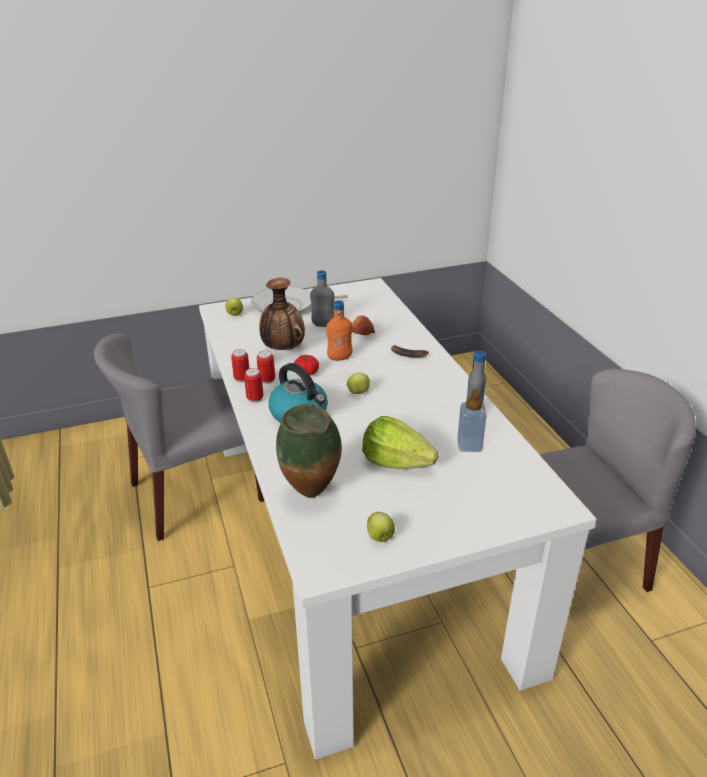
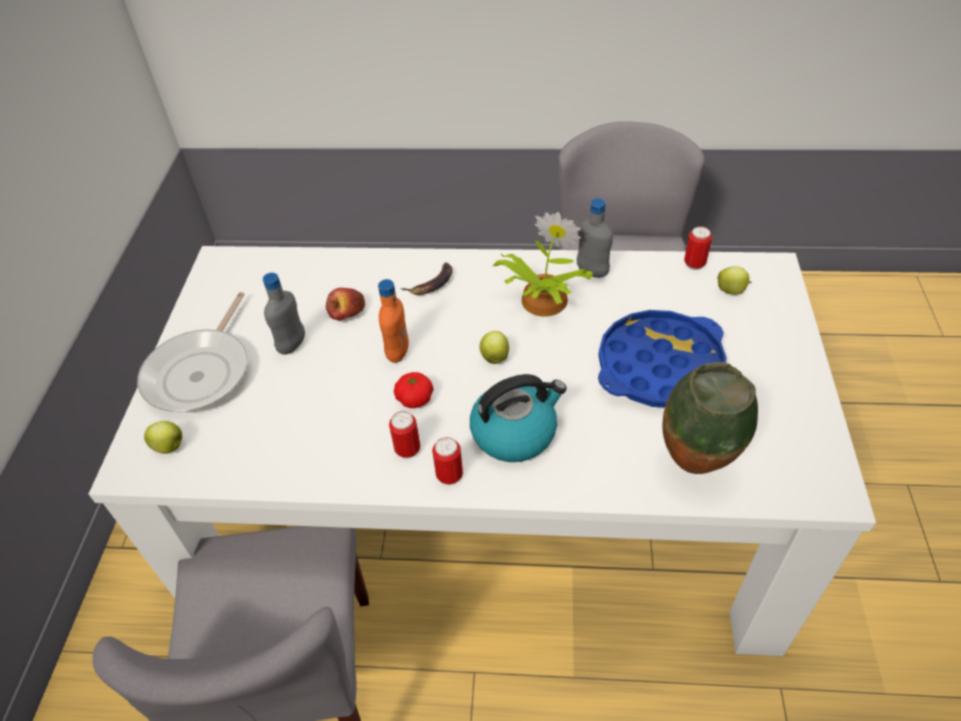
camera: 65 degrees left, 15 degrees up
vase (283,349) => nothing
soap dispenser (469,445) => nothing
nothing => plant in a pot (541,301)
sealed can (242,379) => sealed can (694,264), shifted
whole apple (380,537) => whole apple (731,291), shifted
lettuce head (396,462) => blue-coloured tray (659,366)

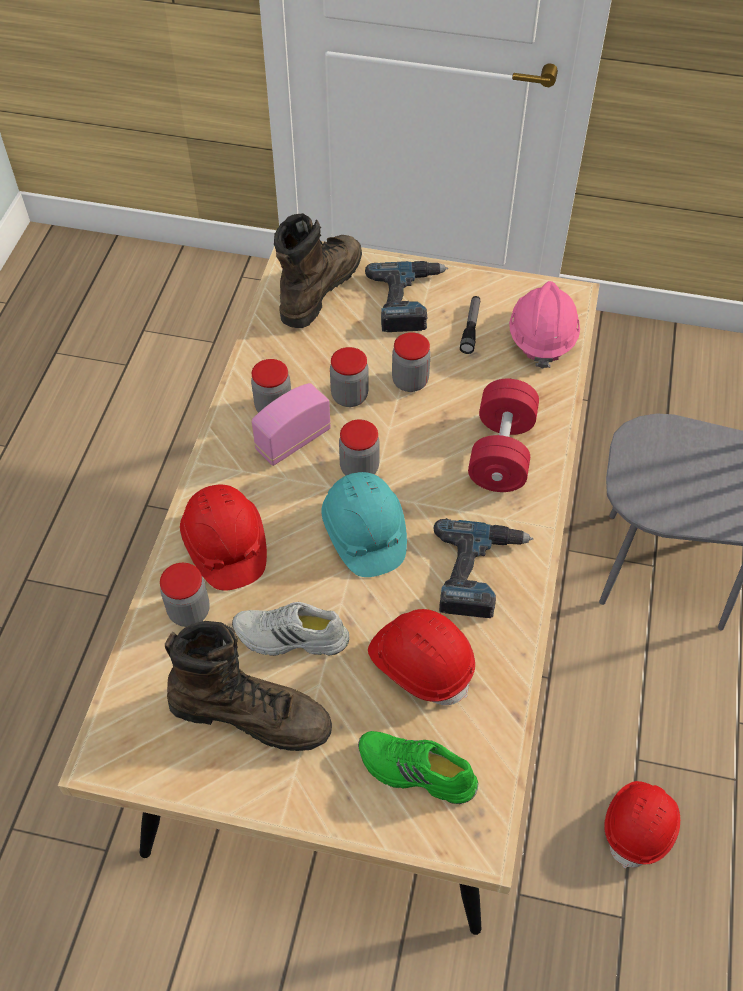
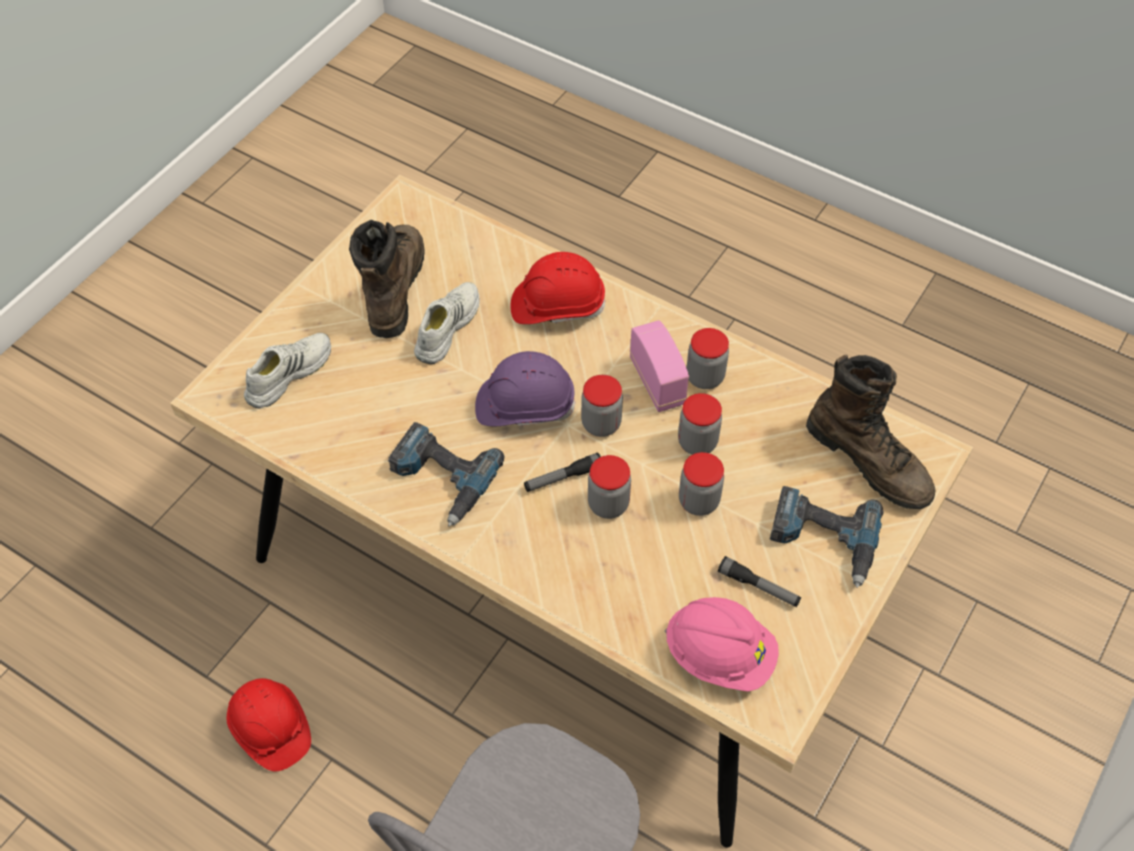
camera: 110 degrees right, 0 degrees up
red safety helmet (421,663) => nothing
red dumbbell (501,452) => nothing
nothing => hand torch (563,478)
jar (189,611) => jar (608,504), shifted
turquoise safety helmet (364,534) => purple safety helmet (524,405)
greenish item of footwear (415,772) => white item of footwear (288,373)
brown-coloured high-top boot (251,713) => brown-coloured high-top boot (393,287), 150 degrees clockwise

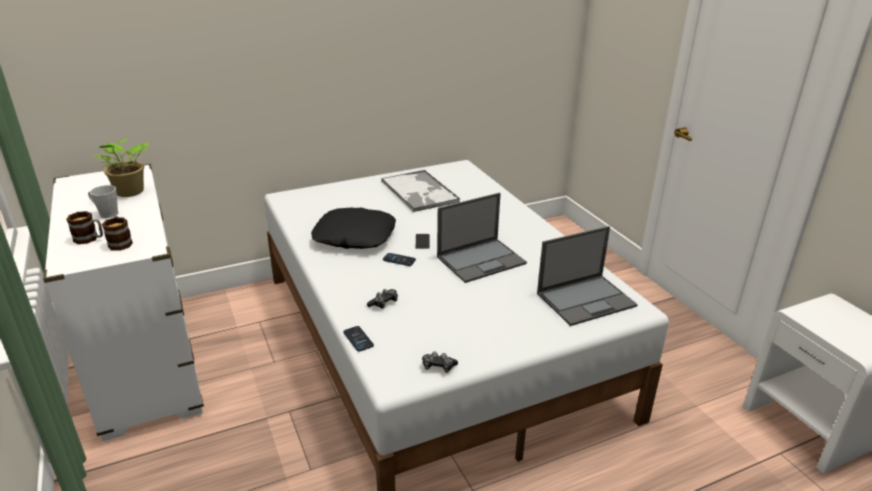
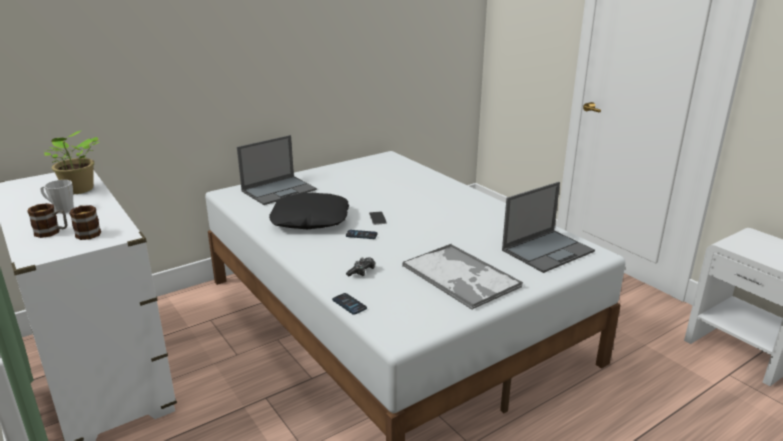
camera: 10 degrees left, 5 degrees down
joypad (438,367) => nothing
tray (420,192) => tray (461,277), shifted
notebook computer (482,260) => notebook computer (279,190), shifted

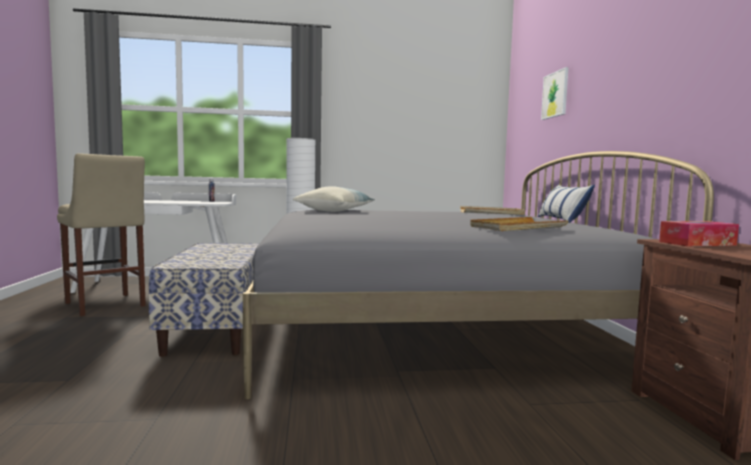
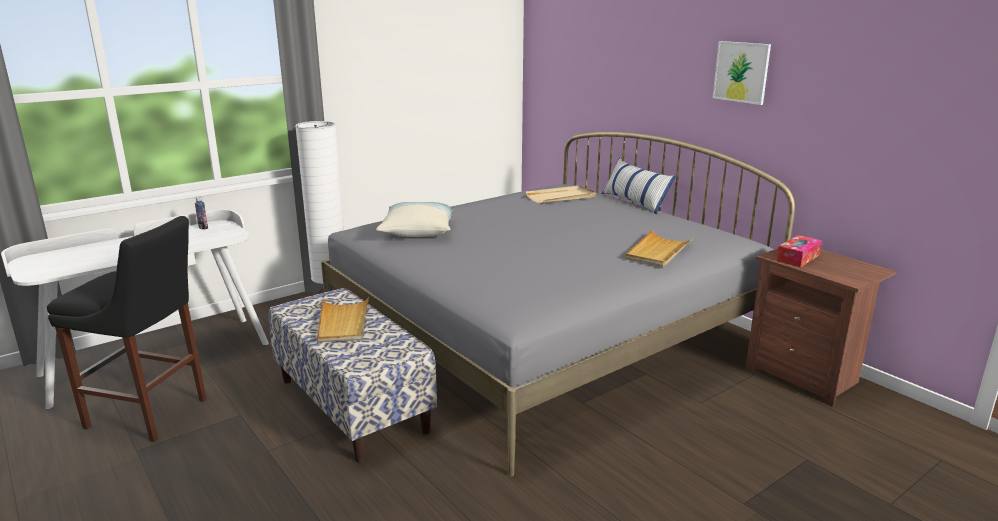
camera: 30 degrees left, 15 degrees up
nothing => beige tray (343,323)
wall art (555,94) => wall art (741,72), shifted
beige stool seat (105,305) => blackish stool seat (151,414)

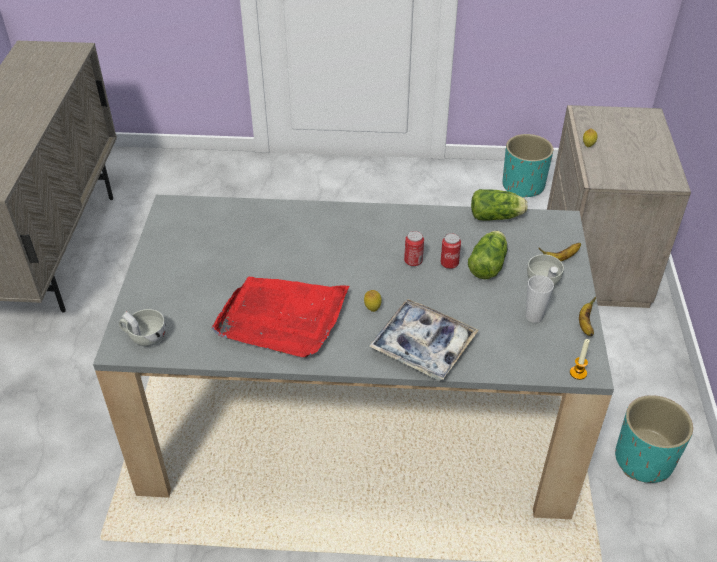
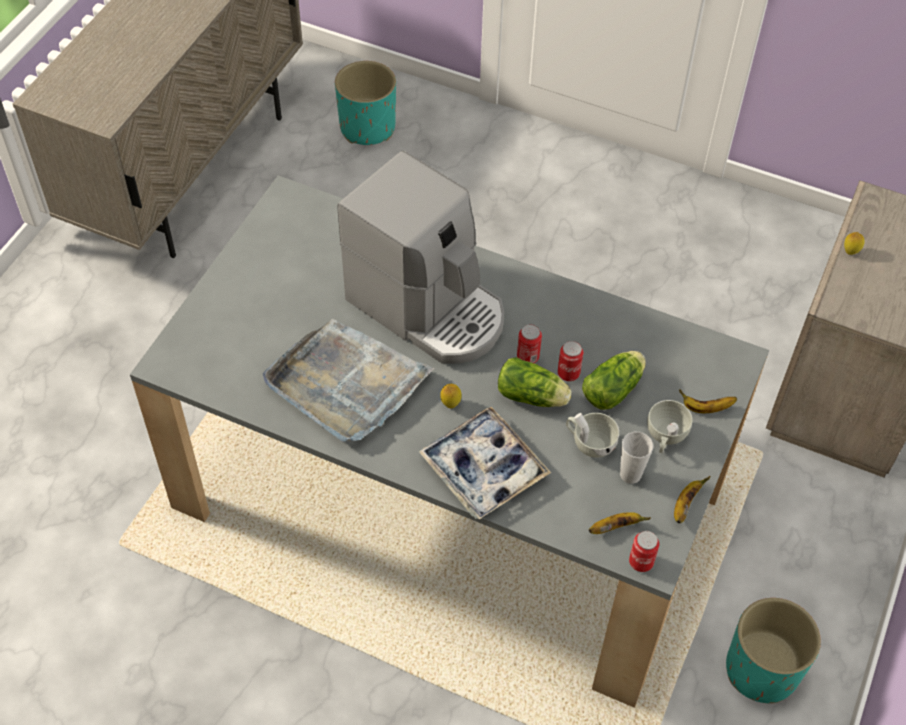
camera: 20 degrees right, 10 degrees up
nothing => coffee maker (429,308)
nothing => banana (615,527)
white small cup (144,337) => white small cup (589,443), shifted
lettuce head (497,216) => lettuce head (533,397), shifted
turquoise plant pot (523,186) => turquoise plant pot (367,128), shifted
wax candle (578,373) => sealed can (641,562)
red tray (282,318) => gray tray (346,383)

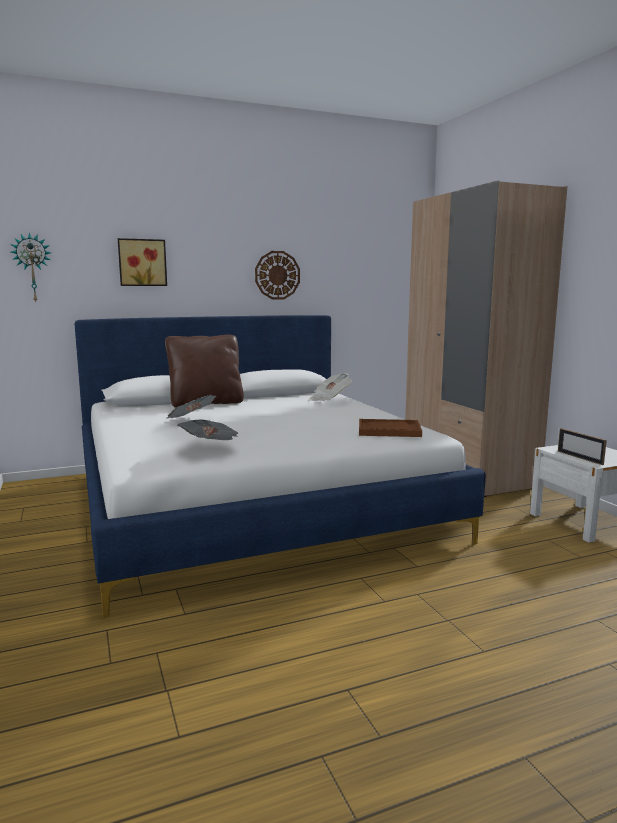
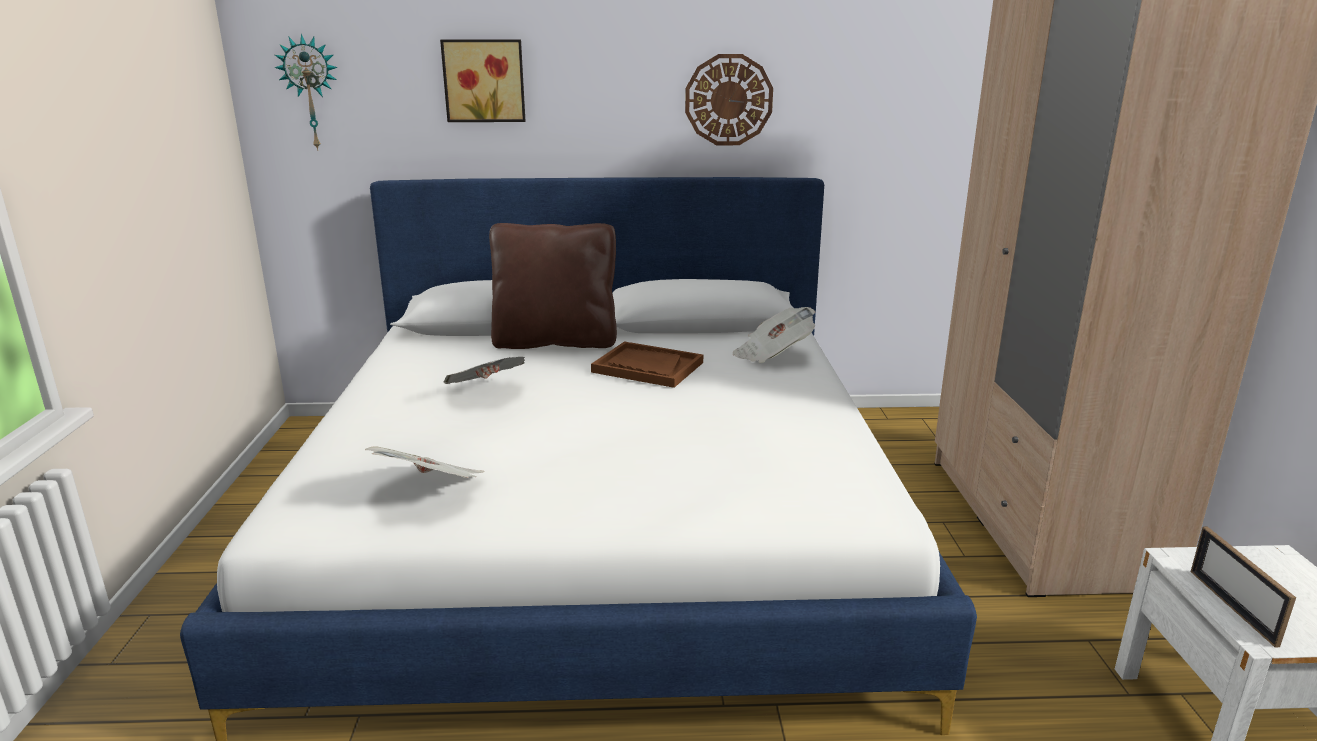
camera: 20 degrees right, 10 degrees up
brown-coloured tray (389,430) => brown-coloured tray (647,367), shifted

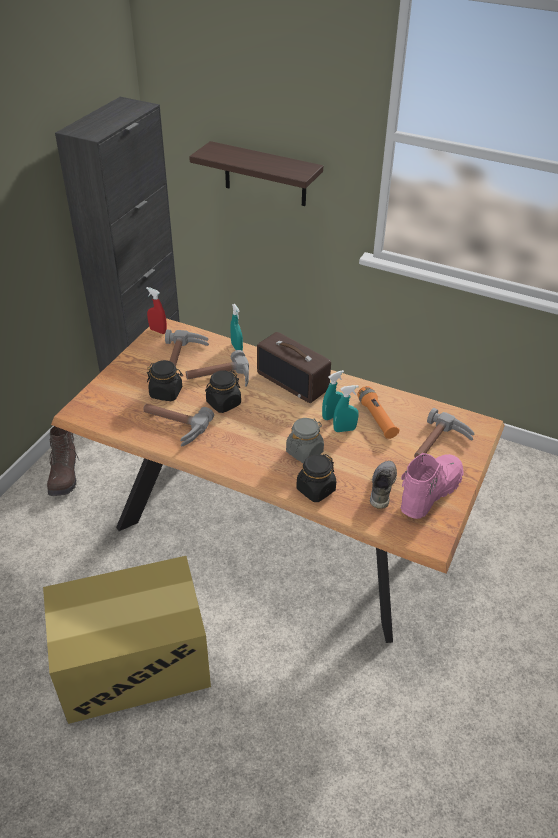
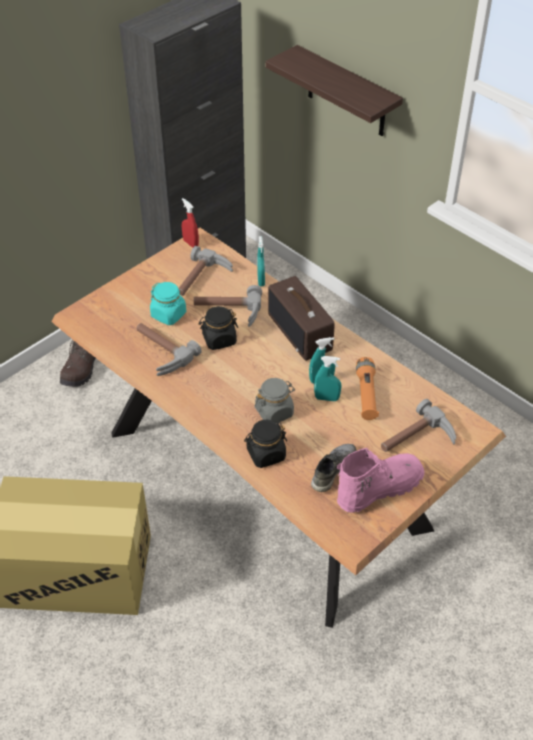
camera: 20 degrees right, 5 degrees up
blackish jar (166,393) => turquoise jar (169,314)

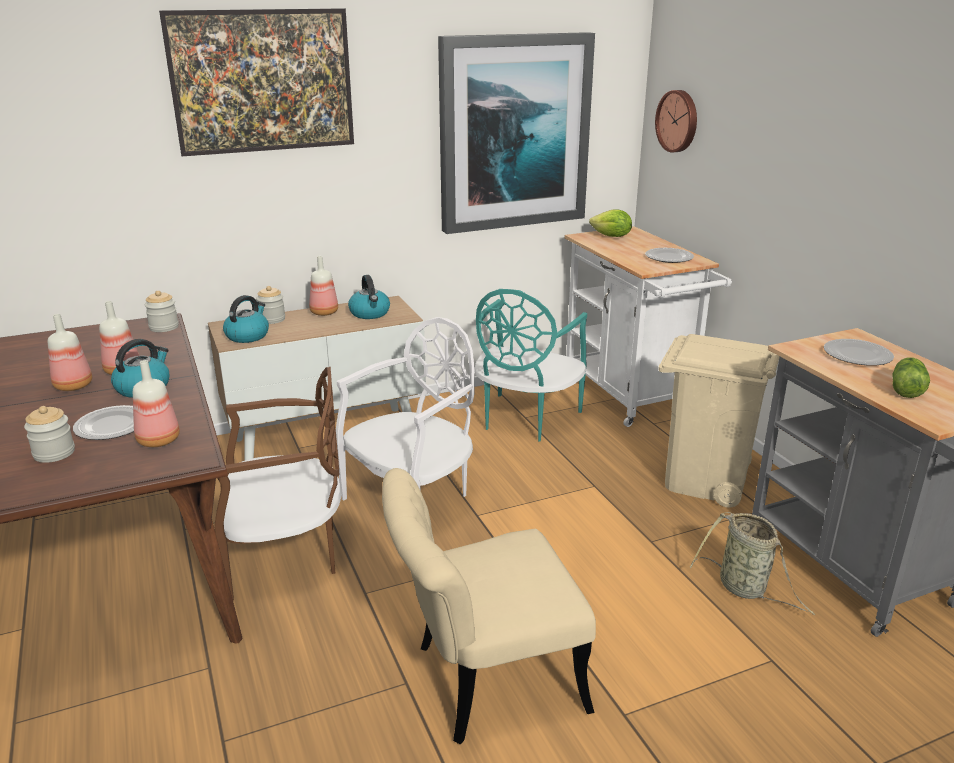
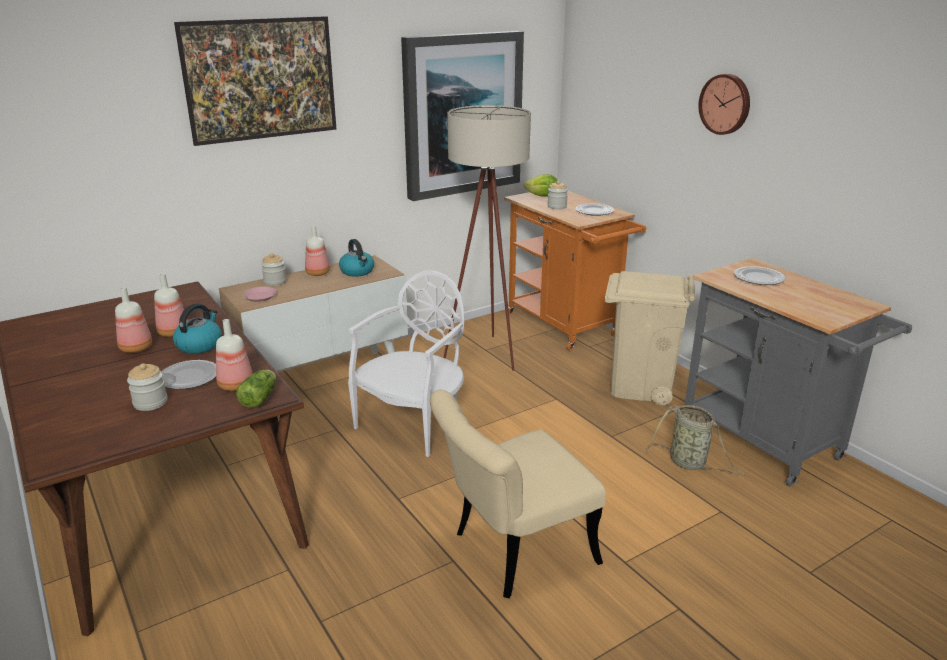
camera: 10 degrees left, 0 degrees up
brown-coloured plain chair (286,556) => nothing
jar (164,327) => jar (557,207), shifted
wall clock (678,121) => wall clock (726,104), shifted
lettuce head (906,389) => lettuce head (260,398), shifted
water kettle (247,335) => pink-coloured flat dish (260,297)
turquoise plain chair (525,419) => beige standing lamp (486,351)
white wheeled cart (631,397) => orange wheeled cart (566,327)

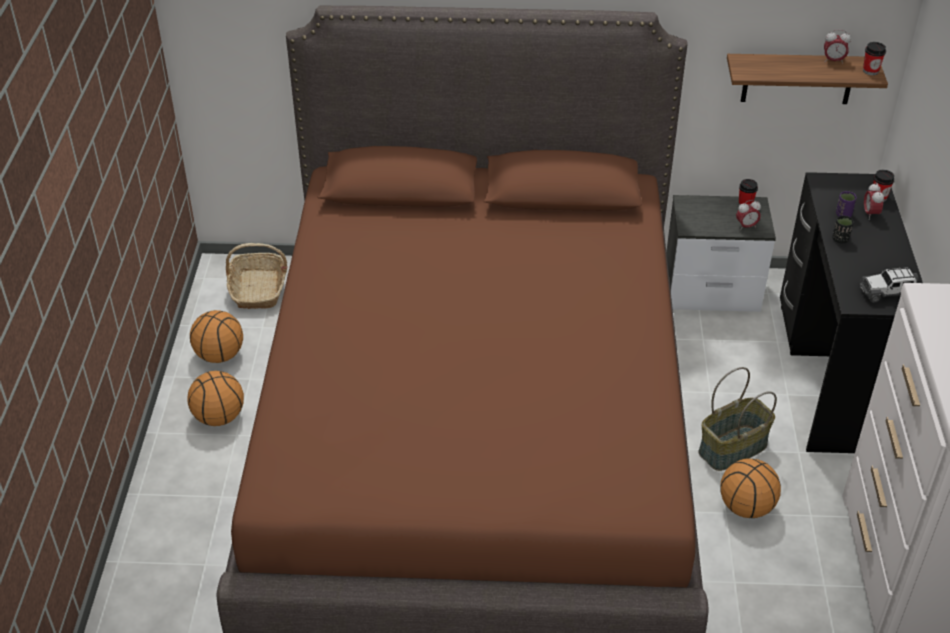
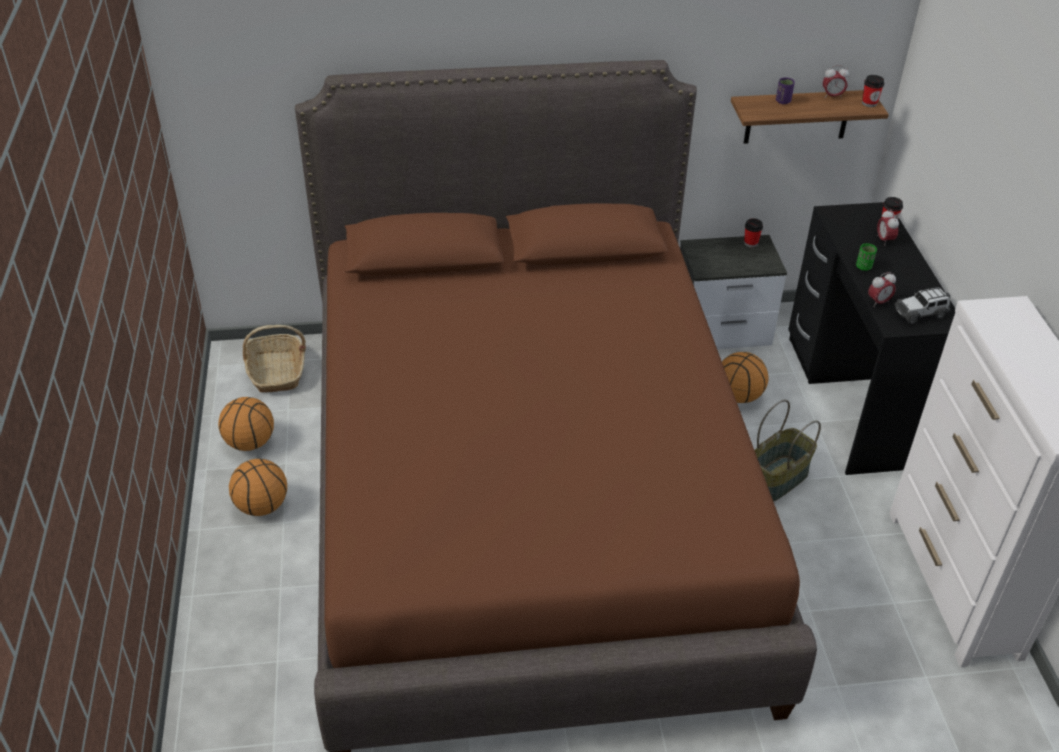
camera: 10 degrees left, 0 degrees up
basketball (747,507) => basketball (739,396), shifted
bedside clock (746,226) => bedside clock (878,302), shifted
purple small cup (843,215) => purple small cup (783,101), shifted
blackish small cup (840,239) => greenish small cup (863,267)

